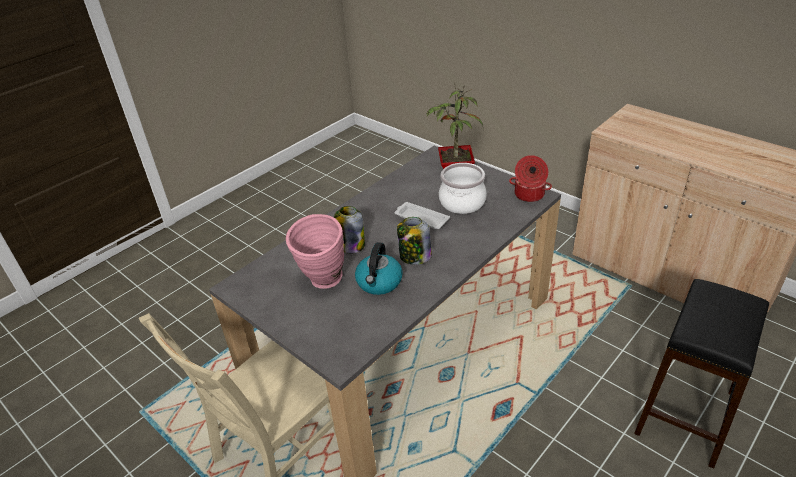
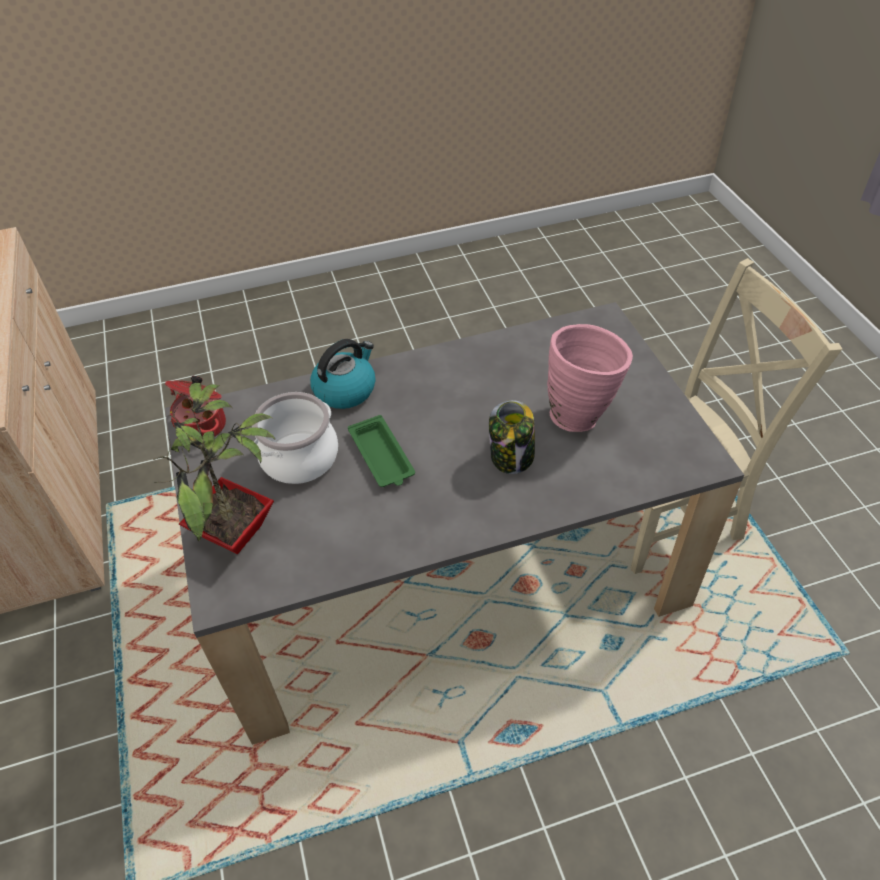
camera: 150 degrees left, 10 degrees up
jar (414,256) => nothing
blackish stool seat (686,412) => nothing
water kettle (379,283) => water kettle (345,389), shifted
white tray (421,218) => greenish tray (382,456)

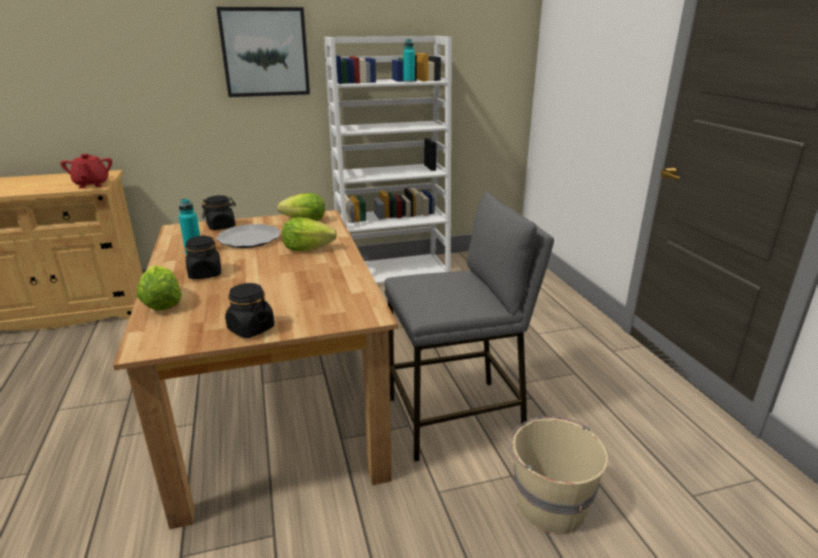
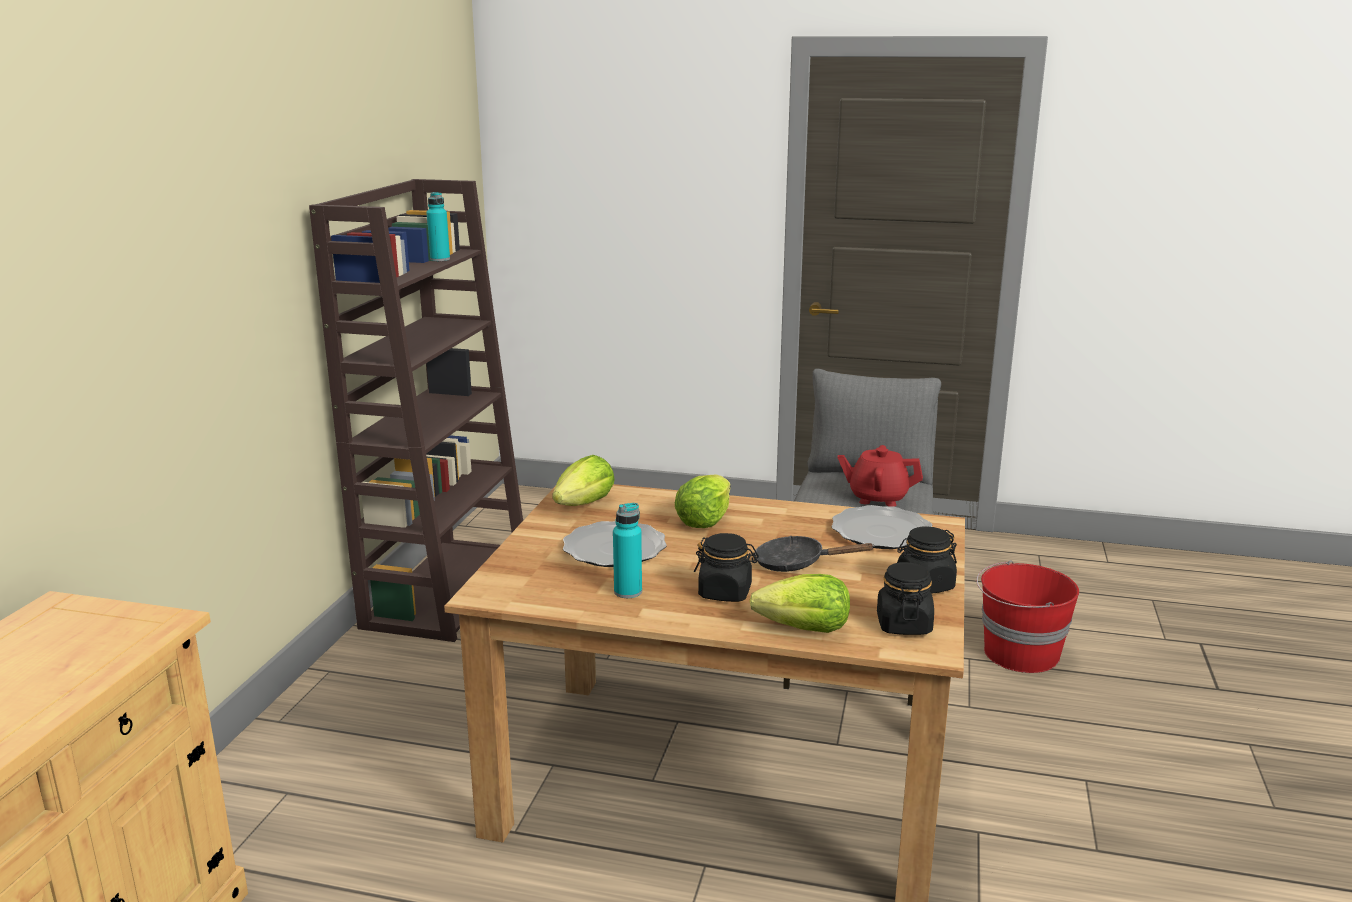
camera: 60 degrees left, 5 degrees down
wall art (265,52) => nothing
nothing => blackish skillet (796,564)
nothing => flat dish (882,532)
red teapot (92,184) => red teapot (877,498), shifted
blackish jar (221,226) => blackish jar (903,625), shifted
white bookshelf (394,271) => brown-coloured bookshelf (447,589)
beige bucket (549,504) => red bucket (1019,654)

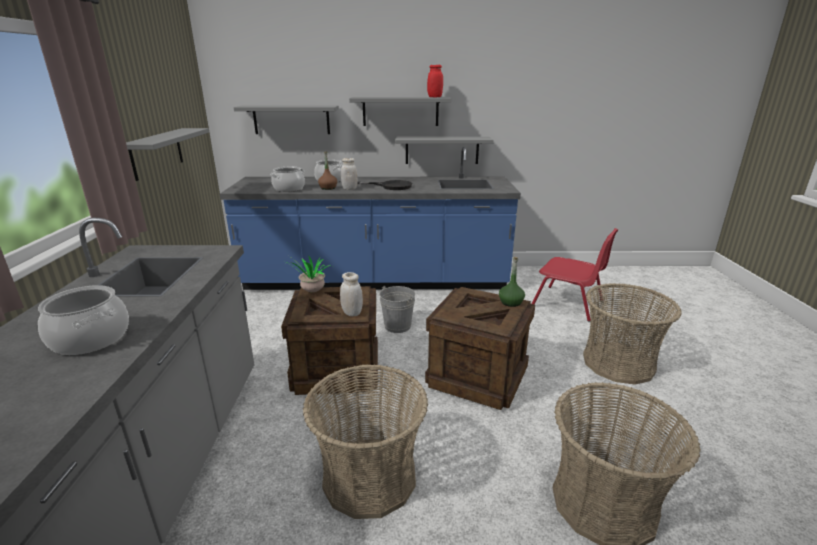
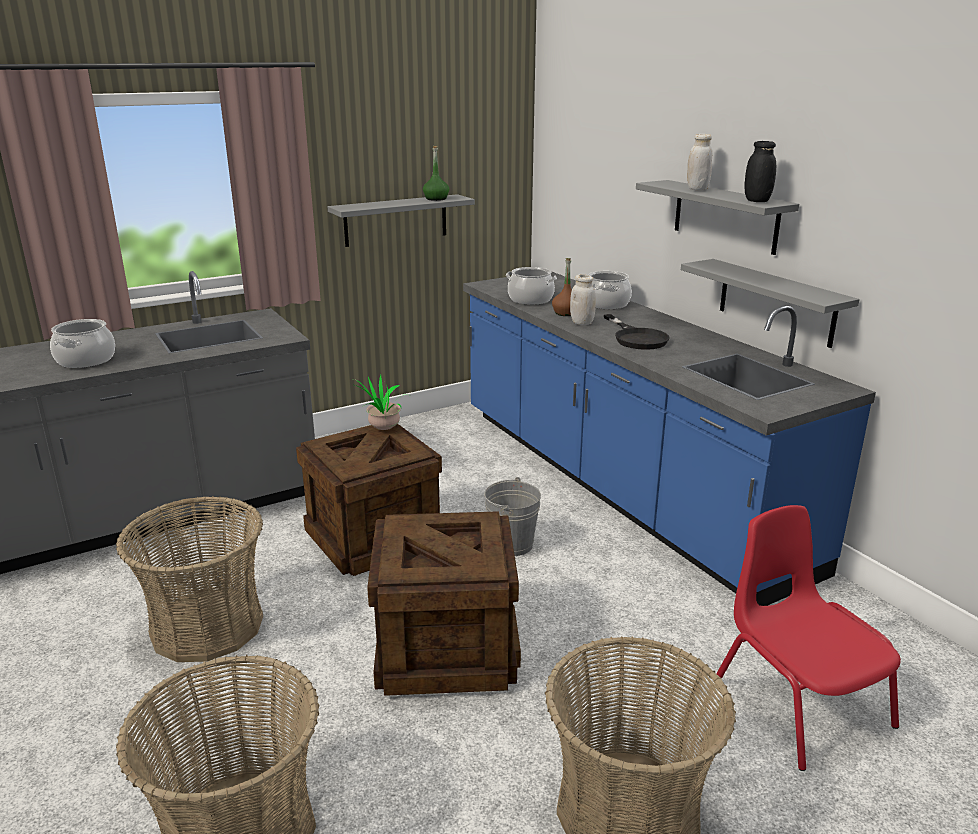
camera: 60 degrees right, 0 degrees up
gray wall shelf (291,119) => nothing
white jar (352,313) => white jar (697,189), shifted
greenish drink bottle (511,302) => greenish drink bottle (436,199), shifted
red jar (434,97) => blackish jar (757,201)
red plain chair (568,304) => red plain chair (799,702), 150 degrees clockwise

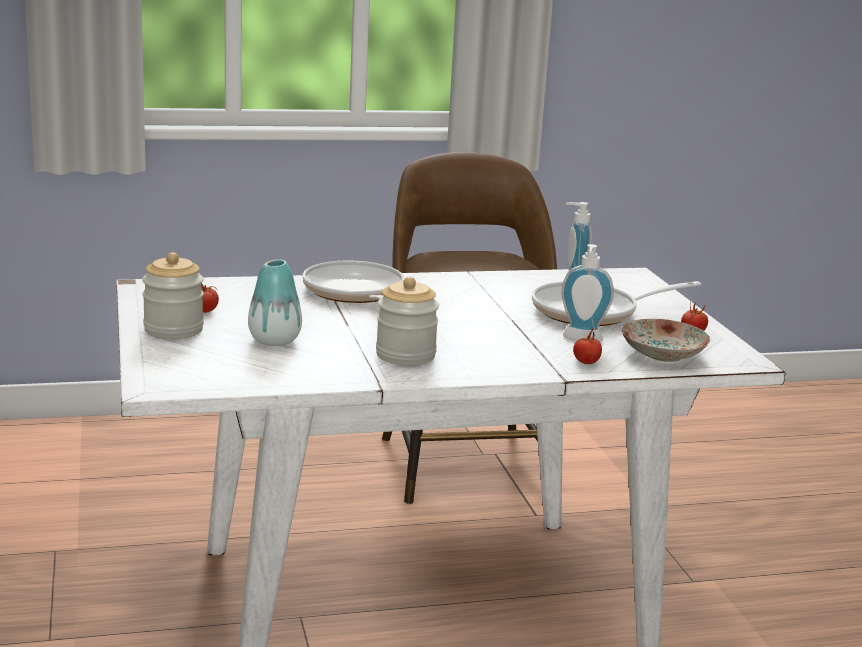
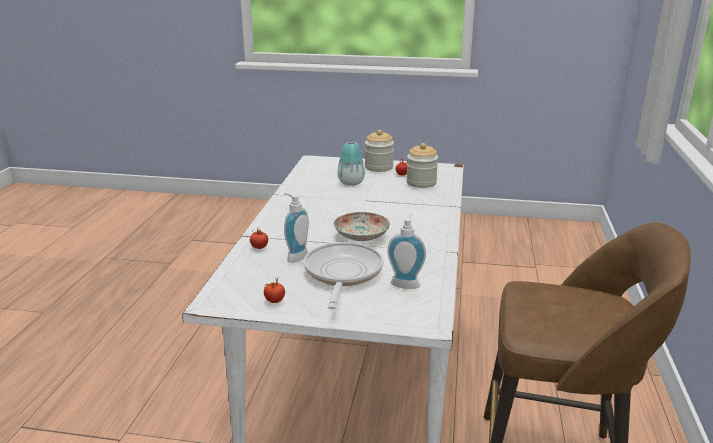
camera: 115 degrees right, 5 degrees up
skillet (356,294) => nothing
jar (405,355) => jar (421,183), shifted
flat dish (661,354) => flat dish (362,235), shifted

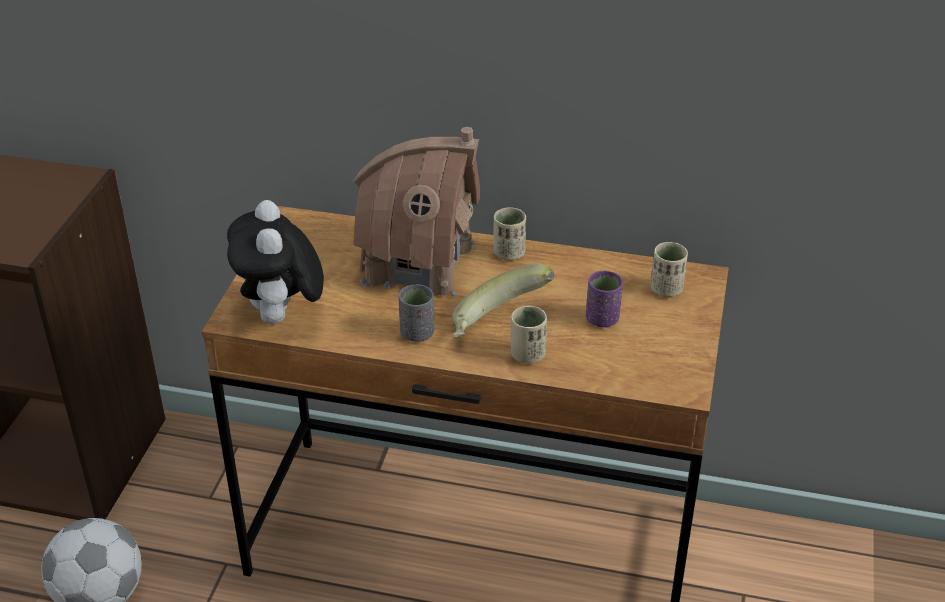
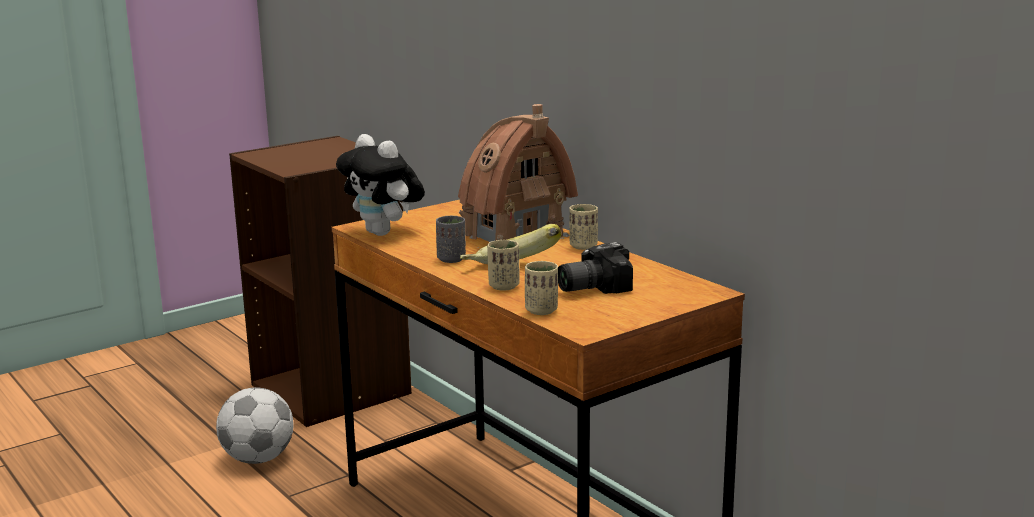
camera: 40 degrees right, 20 degrees down
beige small cup (666,289) => beige small cup (541,310), shifted
purple small cup (602,319) => still camera (590,287)
plush toy (281,318) => plush toy (384,233), 75 degrees counterclockwise

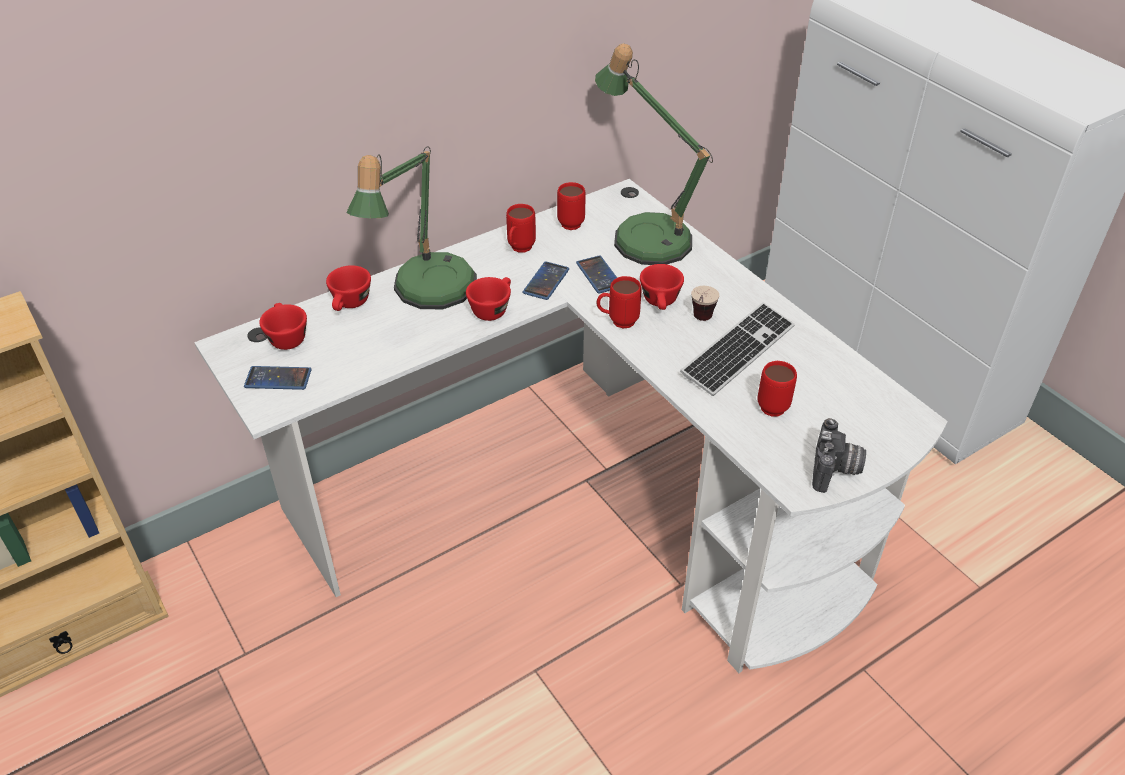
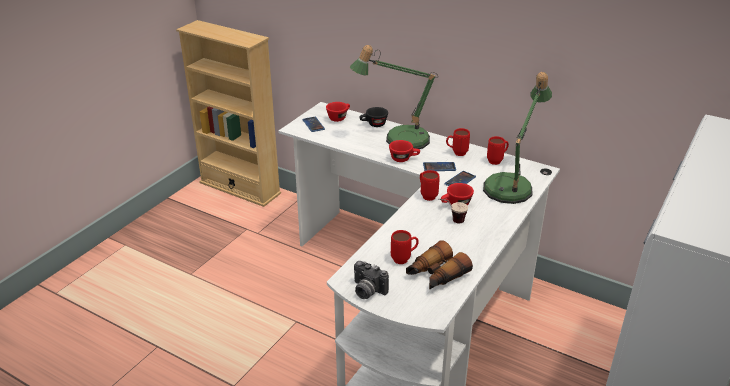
camera: 65 degrees right, 10 degrees down
PC keyboard (738,351) => nothing
nothing => binoculars (436,275)
red small cup (350,304) => blackish small cup (373,124)
still camera (835,471) => still camera (367,291), 45 degrees clockwise

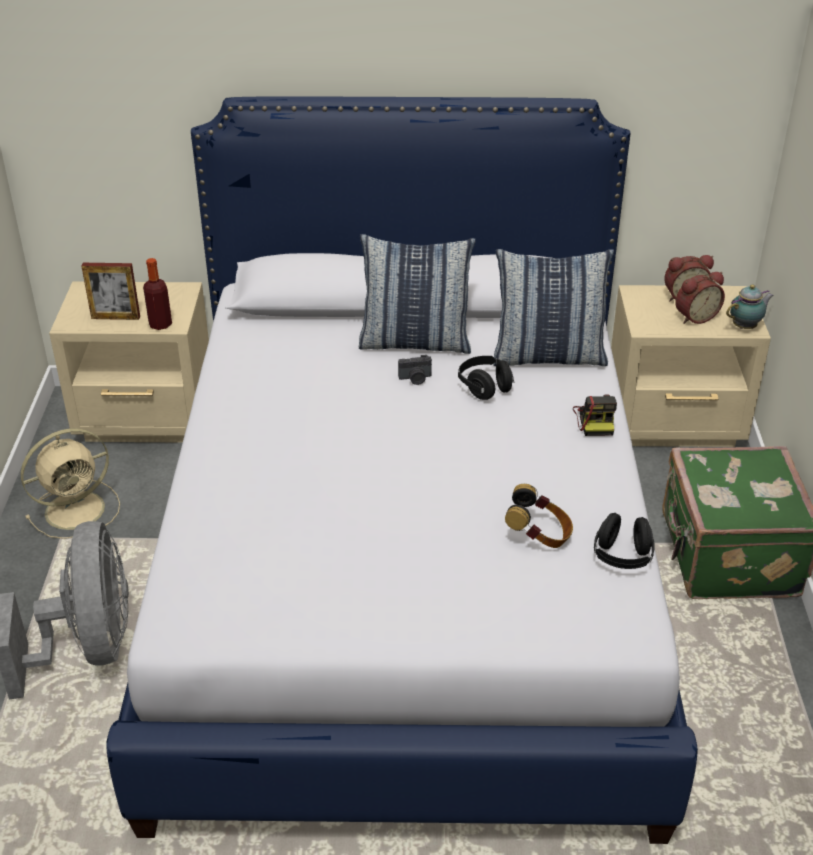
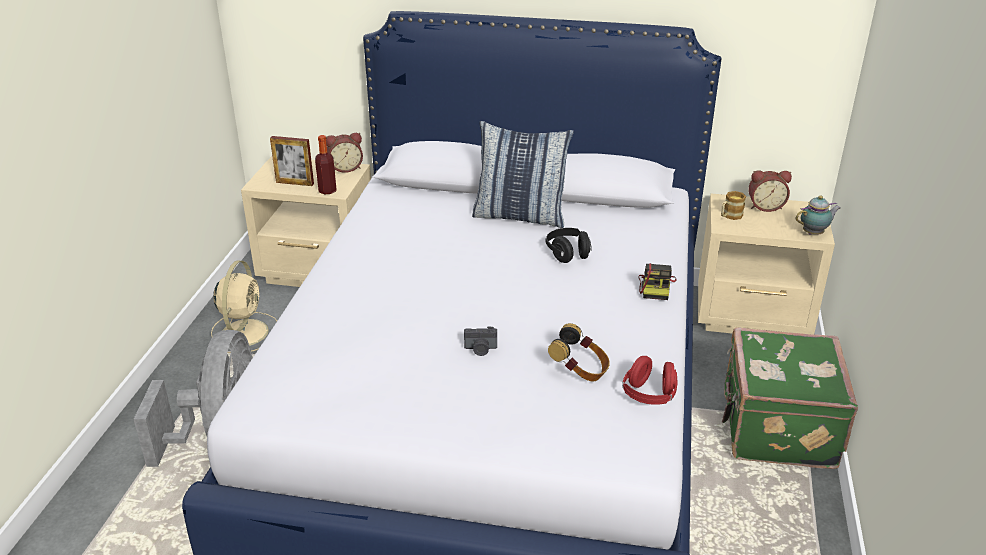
camera: 10 degrees right, 5 degrees down
throw pillow (548,356) => nothing
nothing => coffee mug (730,216)
still camera (415,379) => still camera (480,349), shifted
bedside clock (695,316) => bedside clock (345,168), shifted
blackish headset (622,557) => red headset (649,395)
beige cooling fan (77,509) => beige cooling fan (245,331), 60 degrees counterclockwise

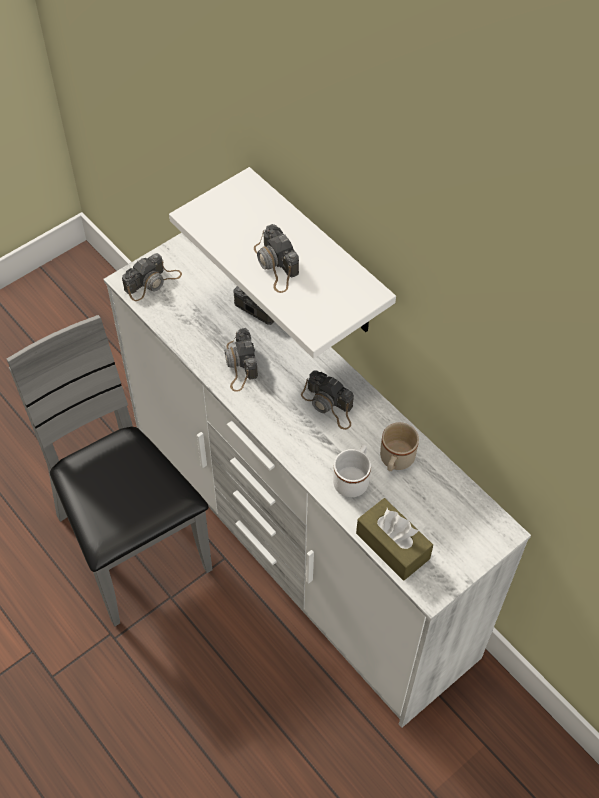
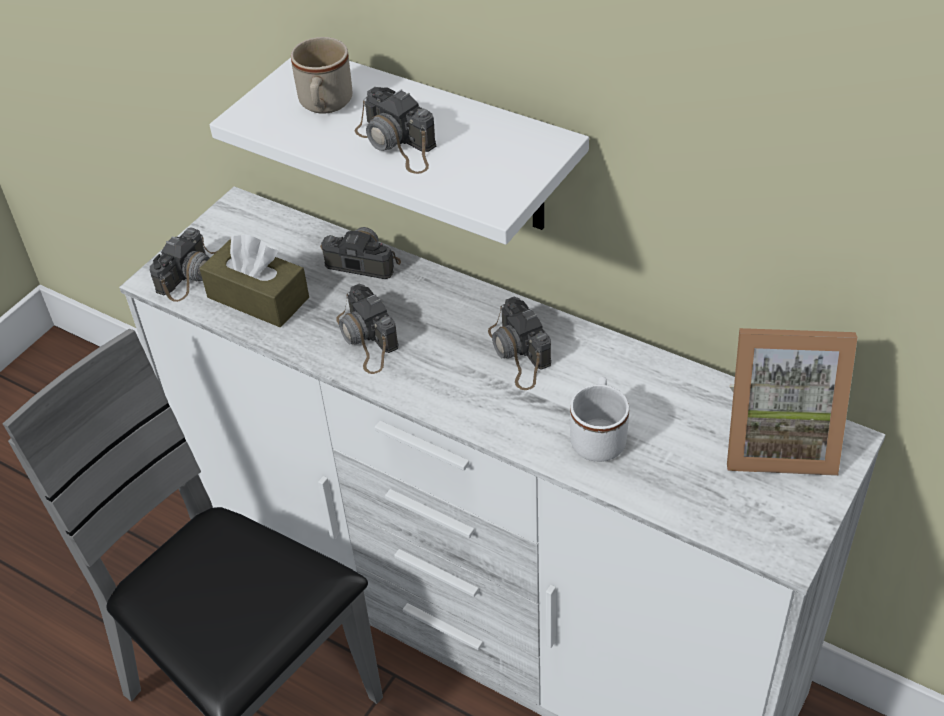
camera: 15 degrees left, 10 degrees down
nothing => picture frame (778,440)
brown-coloured tissue holder (392,545) => brown-coloured tissue holder (258,297), shifted
beige coffee mug (395,461) => beige coffee mug (324,106), shifted
still camera (329,405) => still camera (519,353), 45 degrees clockwise

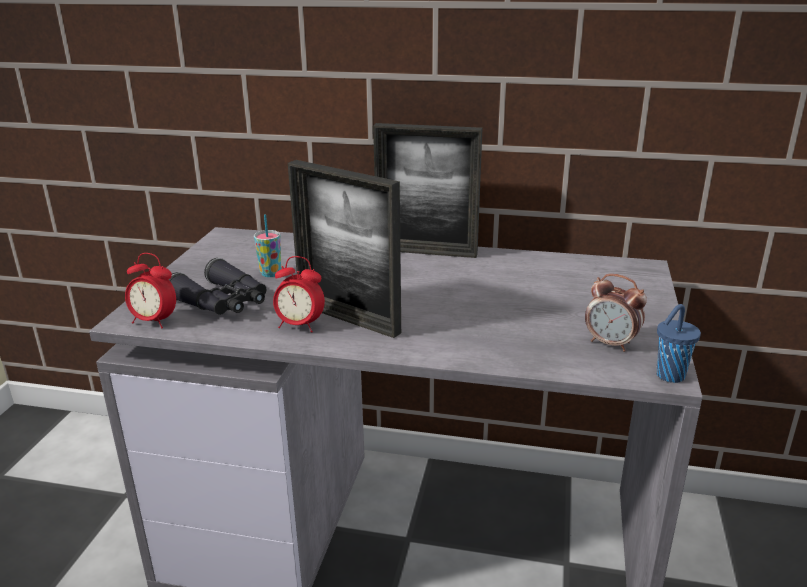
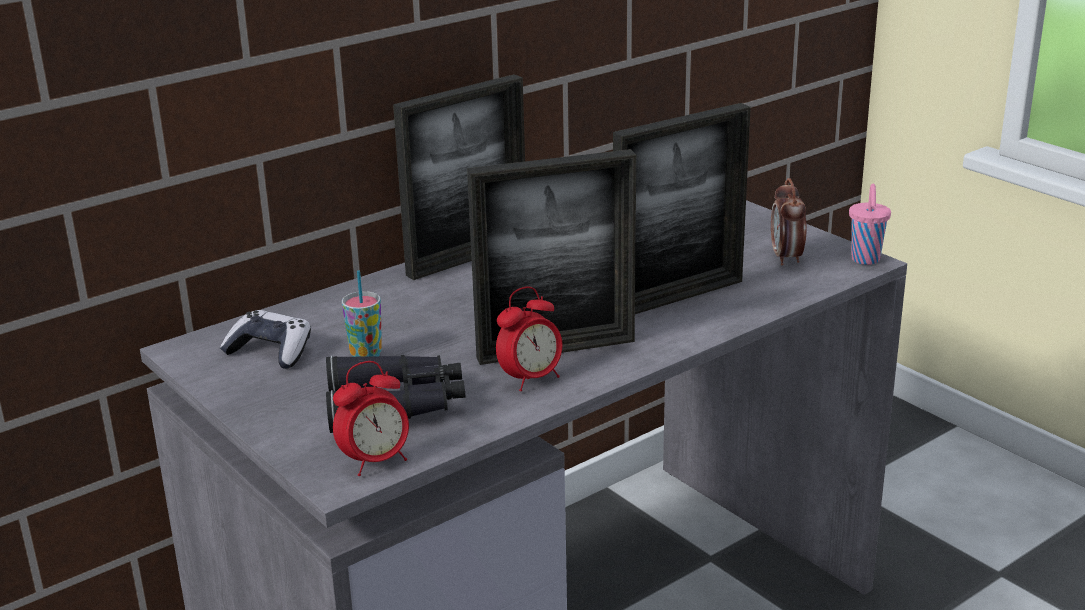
camera: 50 degrees left, 0 degrees up
nothing => joypad (270,352)
nothing => picture frame (678,296)
blue-coloured small cup (669,376) => pink-coloured small cup (865,260)
bedside clock (611,343) => bedside clock (786,258), 105 degrees clockwise

